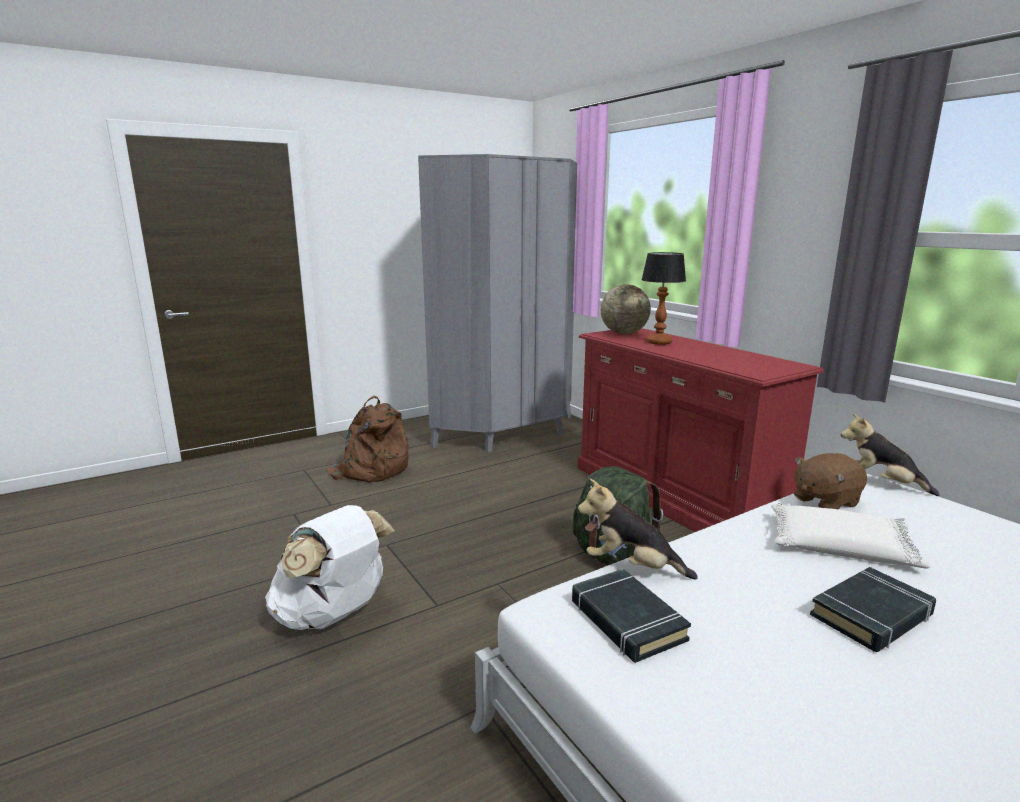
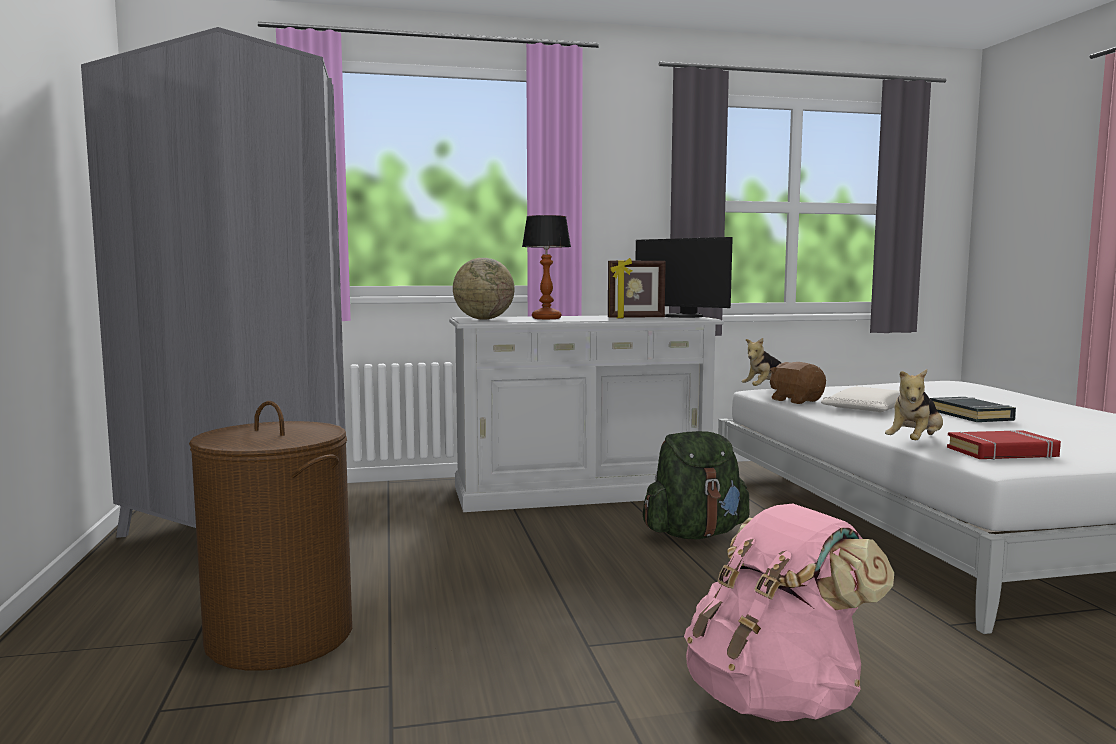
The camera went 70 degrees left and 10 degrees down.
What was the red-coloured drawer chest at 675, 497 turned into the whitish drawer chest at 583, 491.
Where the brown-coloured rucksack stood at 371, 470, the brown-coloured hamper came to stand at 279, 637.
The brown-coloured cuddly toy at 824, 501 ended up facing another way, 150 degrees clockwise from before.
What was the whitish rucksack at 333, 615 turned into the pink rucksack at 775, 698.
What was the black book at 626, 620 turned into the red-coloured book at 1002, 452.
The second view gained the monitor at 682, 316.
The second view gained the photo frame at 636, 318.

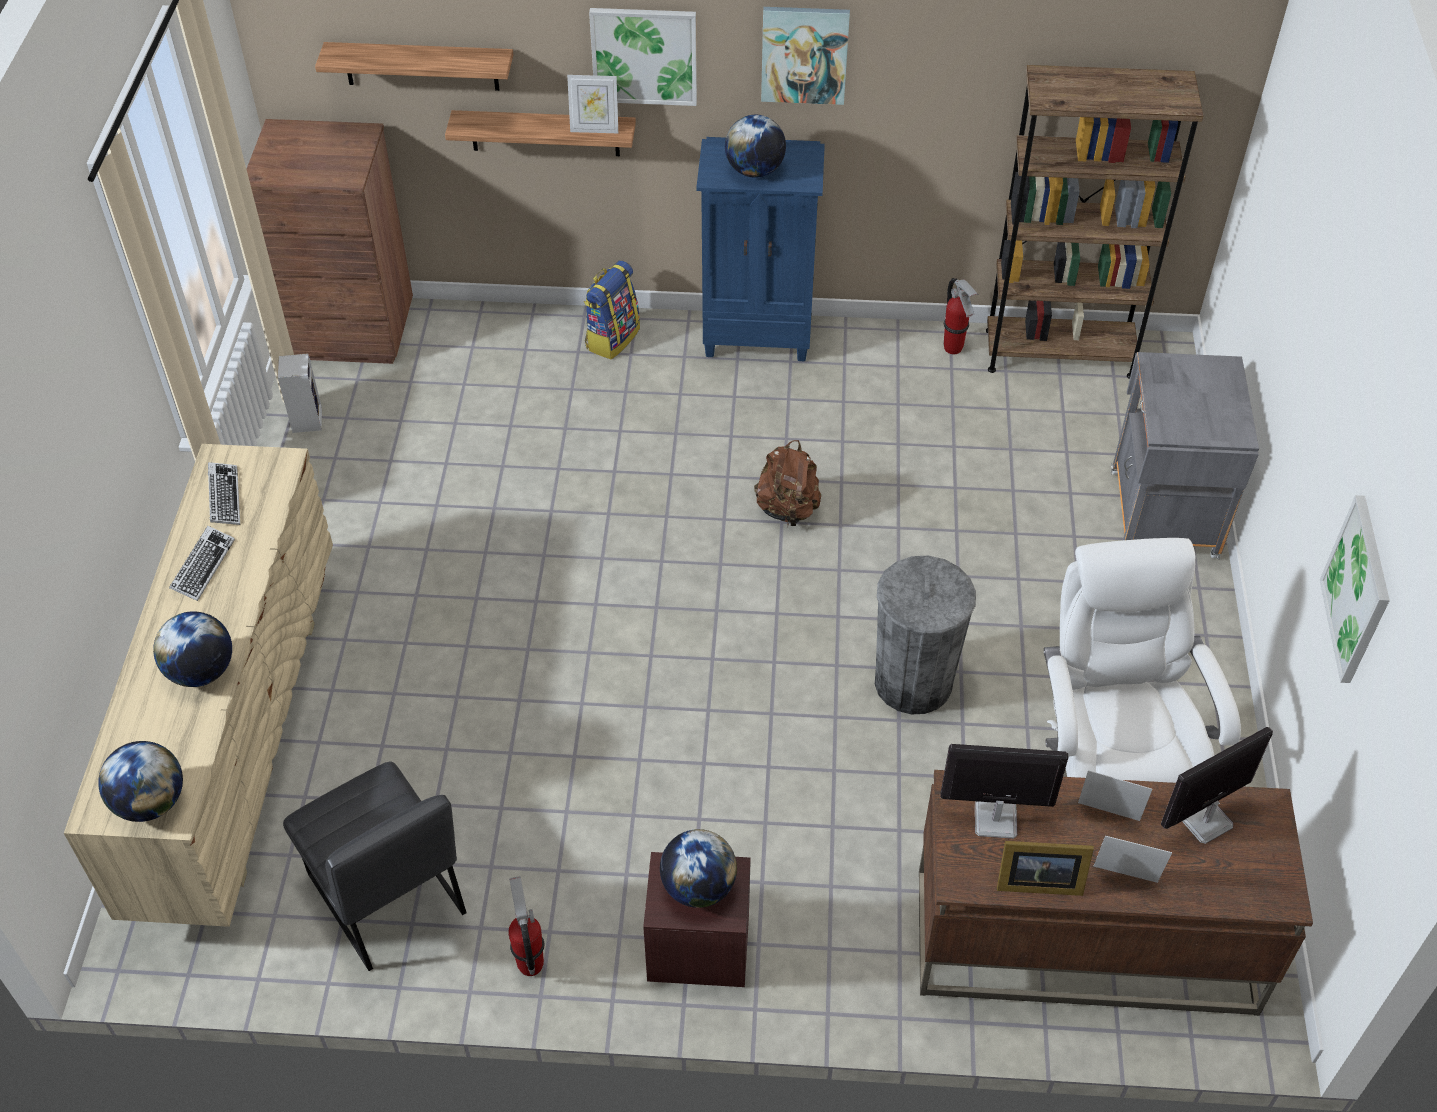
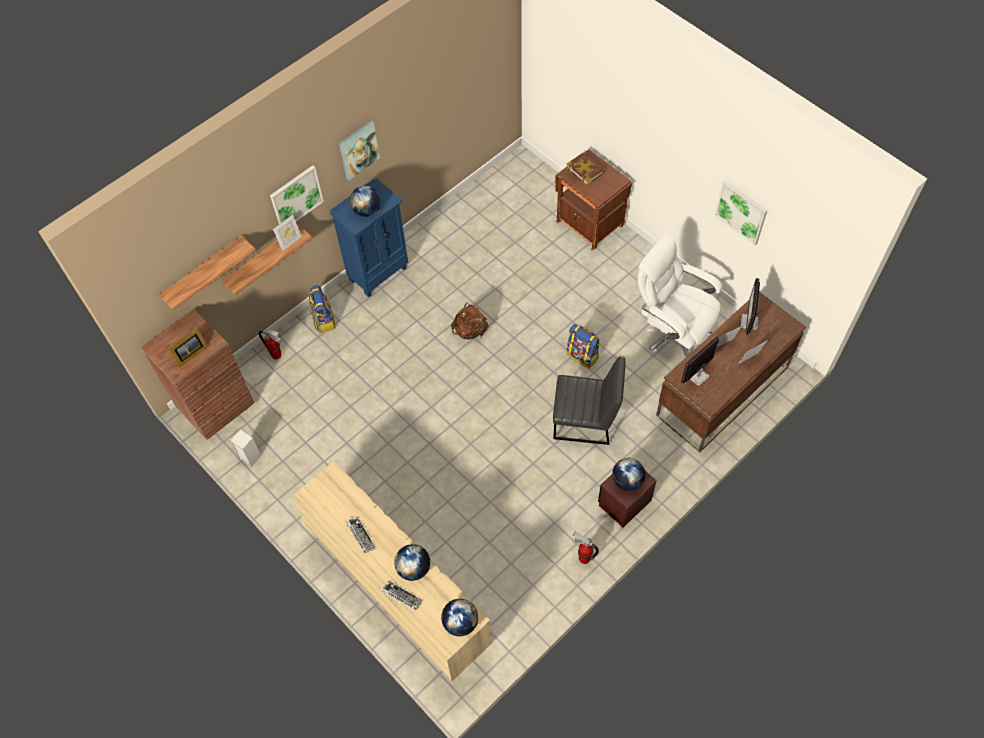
The camera went 45 degrees left and 10 degrees up.
The second view lost the brown-coloured bookshelf at 1059, 353.
The extinguisher ended up elsewhere, having gone from 953, 349 to 277, 355.
What was the gray wheeled cart at 1163, 517 turned into the brown-coloured wheeled cart at 590, 226.
The keyboard ended up elsewhere, having gone from 224, 497 to 401, 596.
Where the gray waste bin stood at 913, 682, the rucksack came to stand at 583, 355.
The gray upright chair ended up elsewhere, having gone from 388, 897 to 585, 422.
The photo frame ended up elsewhere, having gone from 1036, 881 to 190, 354.
The second view gained the book at 585, 170.

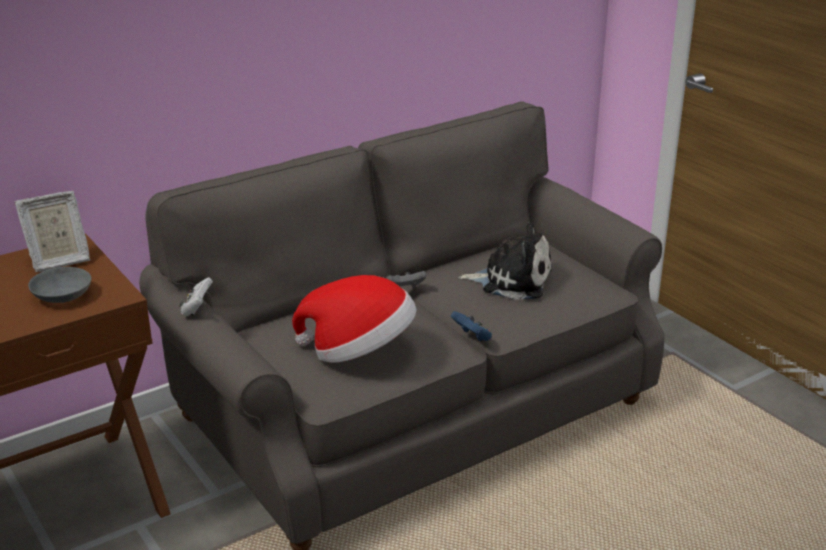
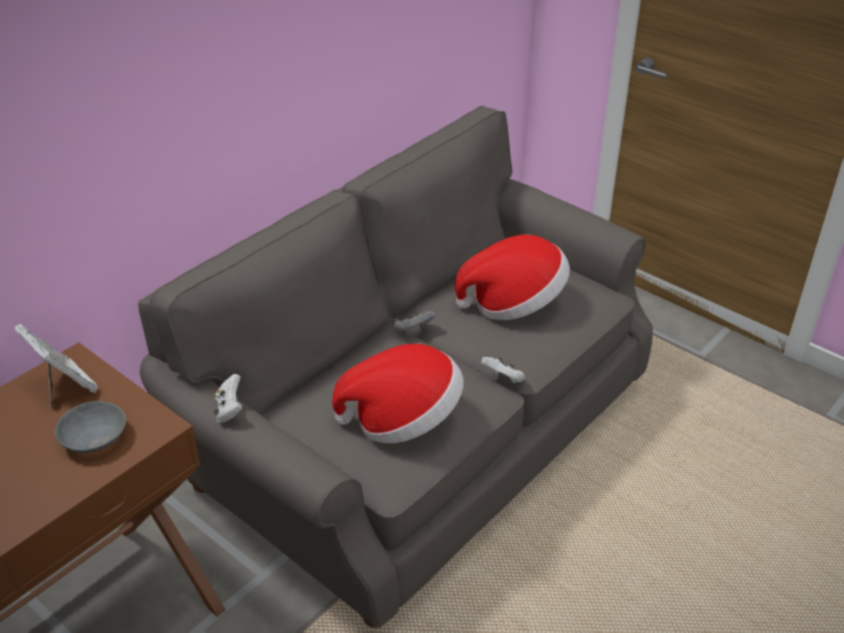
The camera went 15 degrees left and 10 degrees up.
The photo frame at 58, 261 ended up facing another way, 90 degrees counterclockwise from before.
Where the cuddly toy stood at 511, 280, the clothing hat came to stand at 514, 303.
What was the blue game controller at 472, 337 turned into the whitish game controller at 504, 379.

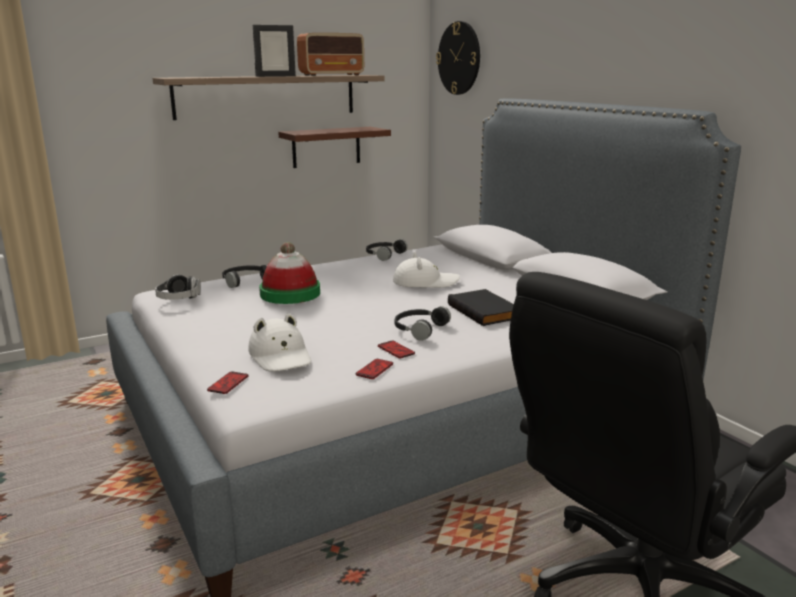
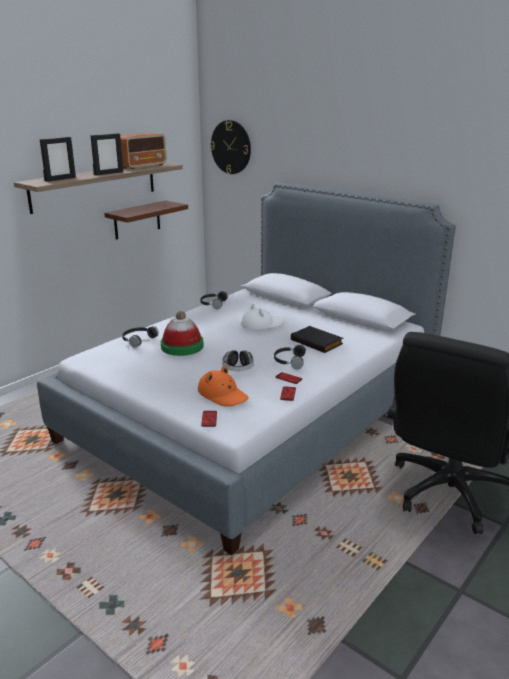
The camera went 20 degrees left and 5 degrees up.
The headset ended up elsewhere, having gone from 179, 299 to 238, 369.
What was the whitish clothing hat at 281, 356 turned into the orangey clothing hat at 223, 395.
The second view gained the photo frame at 60, 179.

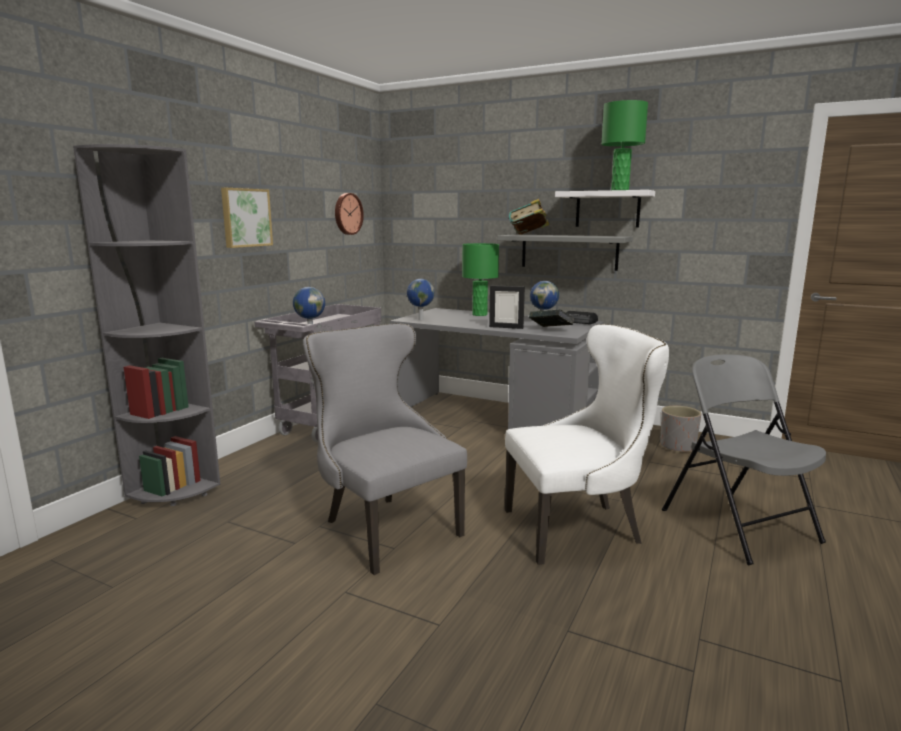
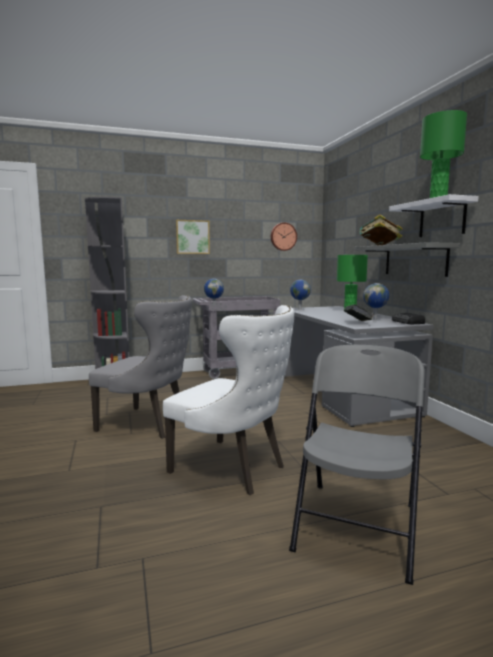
The camera went 45 degrees right and 5 degrees down.
The second view lost the photo frame at 506, 327.
The gray upright chair at 385, 528 ended up facing another way, 105 degrees clockwise from before.
The second view lost the gray flower pot at 678, 447.

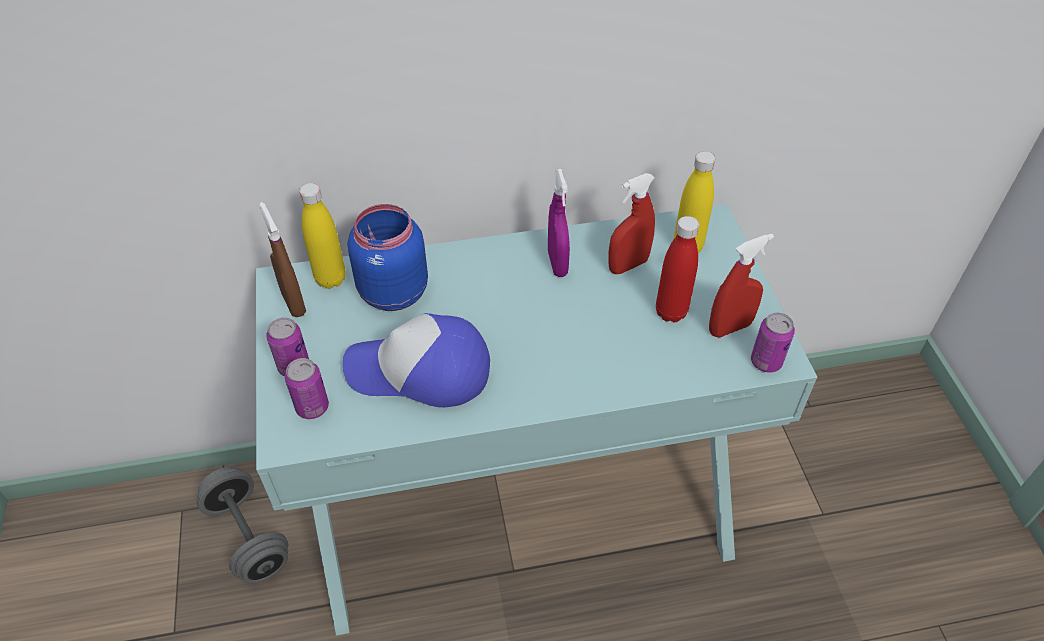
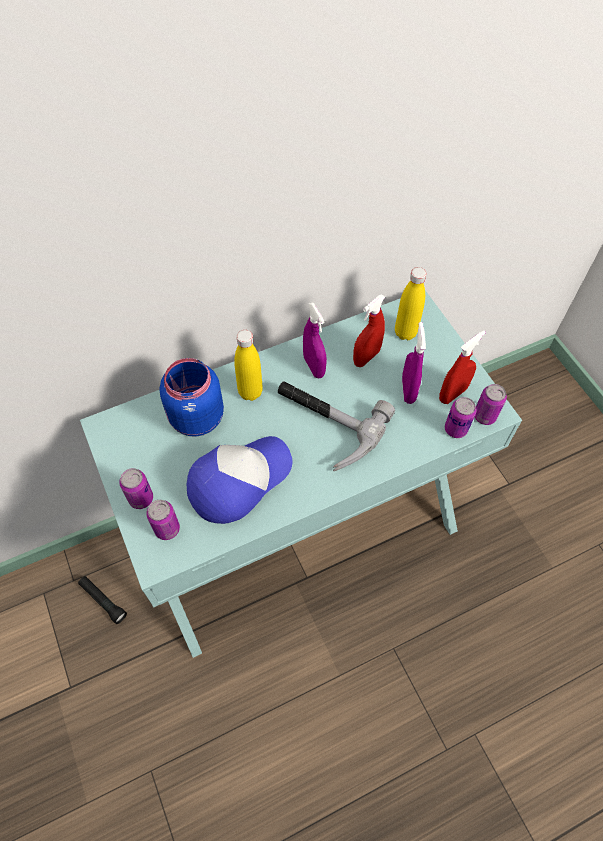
The camera went 15 degrees left and 10 degrees up.
The yellowish bottle ended up elsewhere, having gone from 330, 279 to 250, 392.
The second view lost the brown-coloured spray bottle at 293, 303.
Where the red-coloured bottle stood at 671, 312, the purple spray bottle came to stand at 408, 390.
The peaked cap at 420, 371 ended up facing another way, 150 degrees clockwise from before.
Where the gray hand weight stood at 248, 537, the black torch came to stand at 103, 601.
The second view gained the hammer at 324, 424.
The second view gained the sealed can at 455, 429.

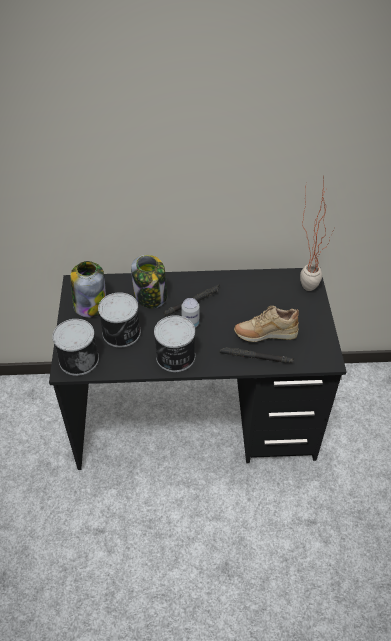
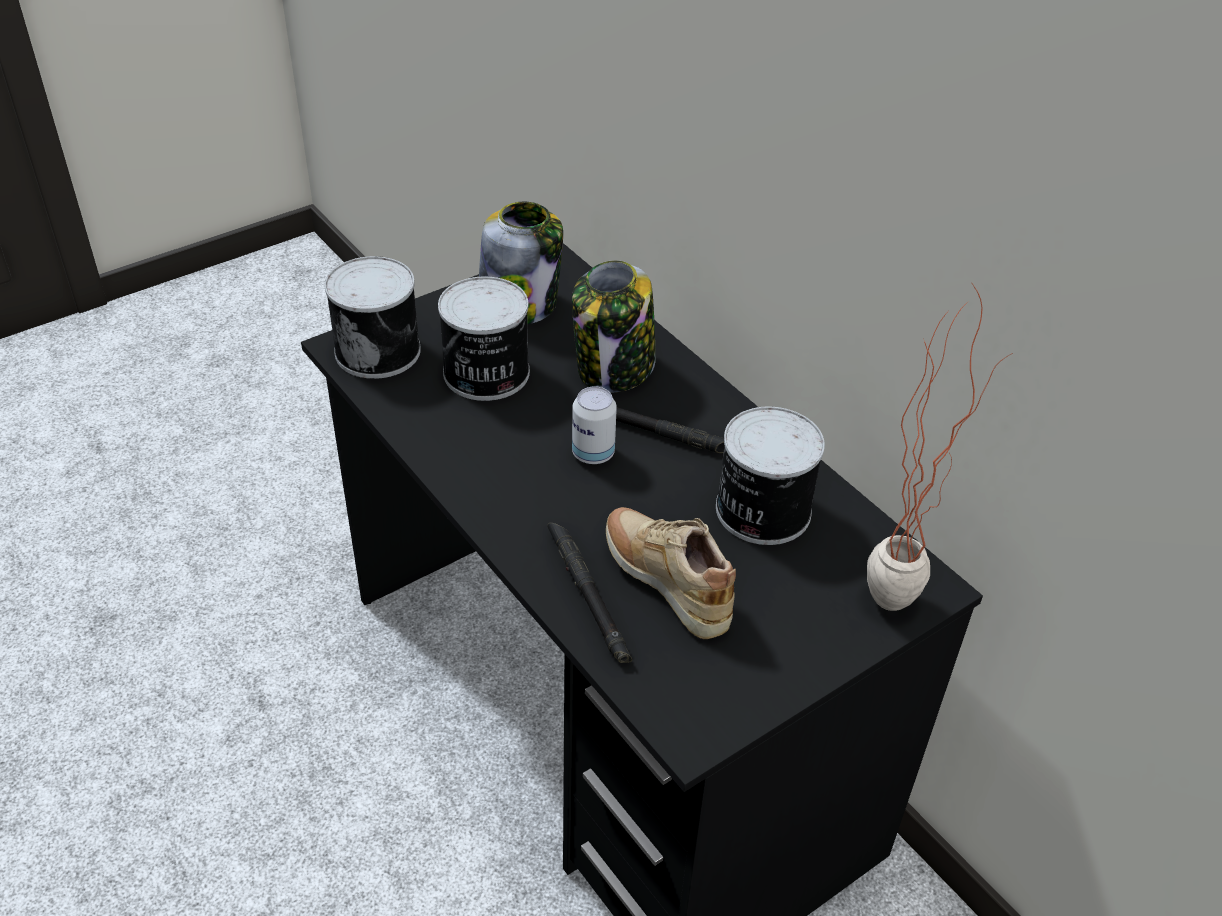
The camera went 55 degrees right and 5 degrees down.
The sealed can ended up elsewhere, having gone from 175, 357 to 760, 510.

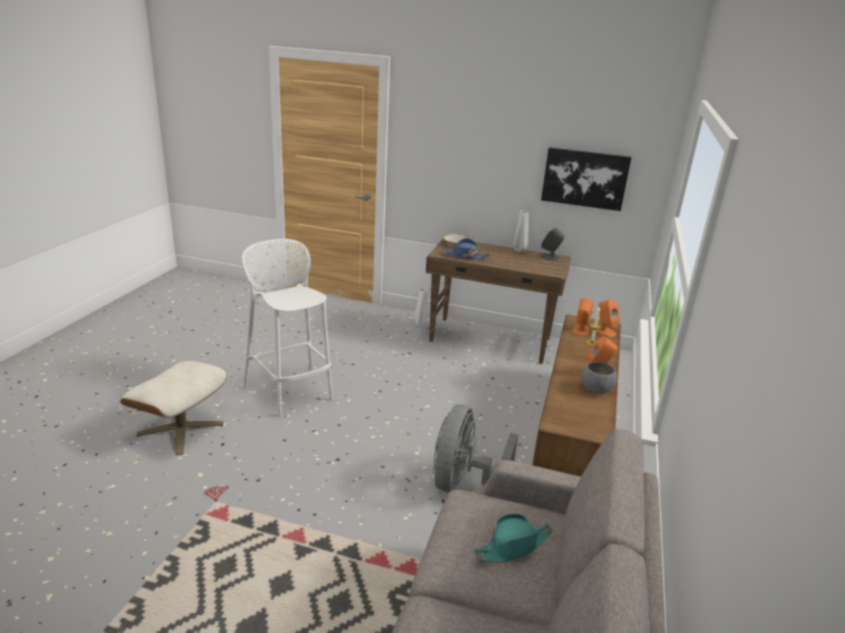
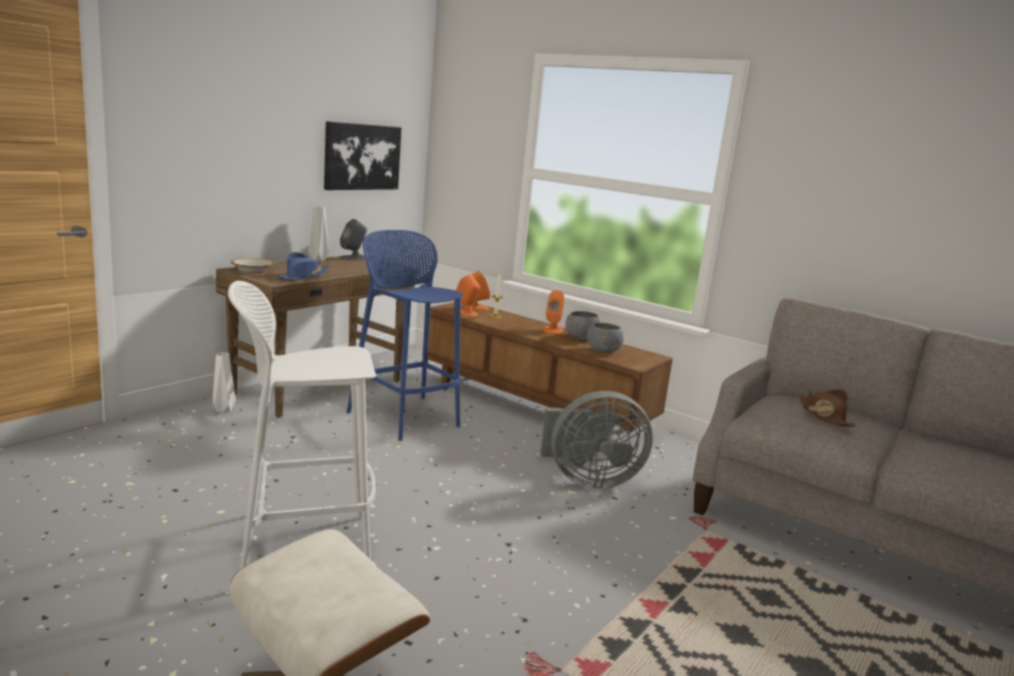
The camera went 70 degrees left and 10 degrees down.
The gray fan at 462, 482 ended up facing another way, 45 degrees counterclockwise from before.
What was the blue-green clothing hat at 513, 546 turned into the brown-coloured clothing hat at 823, 416.
The second view gained the blue stool at 406, 417.
The second view gained the gray deep dish at 603, 351.

